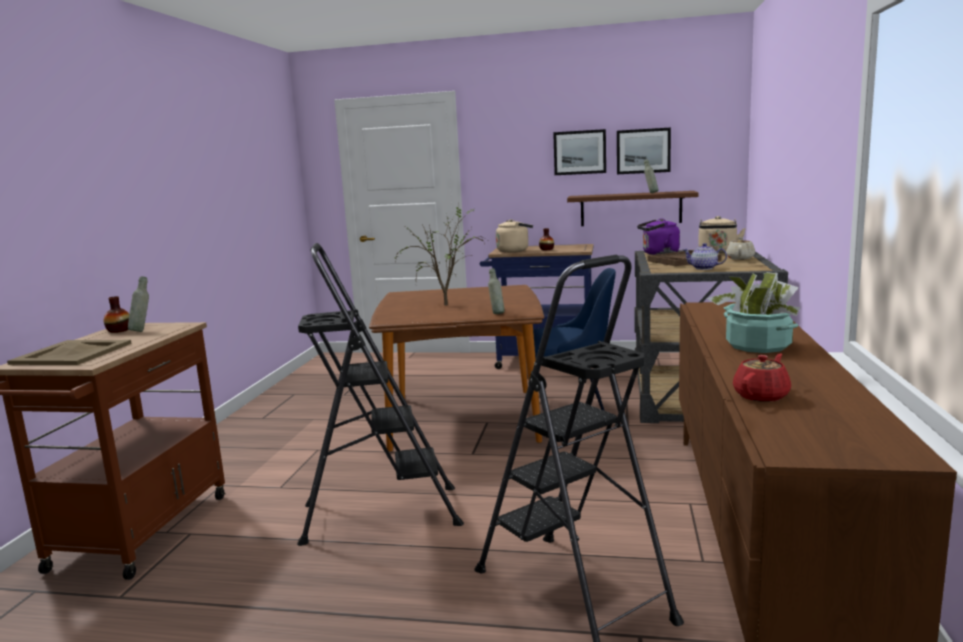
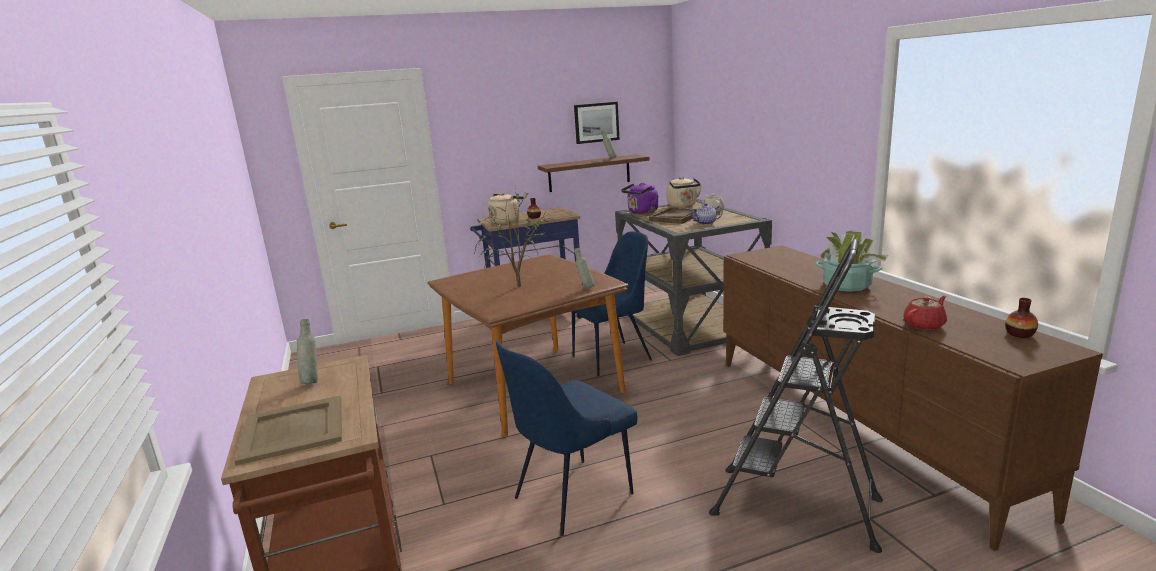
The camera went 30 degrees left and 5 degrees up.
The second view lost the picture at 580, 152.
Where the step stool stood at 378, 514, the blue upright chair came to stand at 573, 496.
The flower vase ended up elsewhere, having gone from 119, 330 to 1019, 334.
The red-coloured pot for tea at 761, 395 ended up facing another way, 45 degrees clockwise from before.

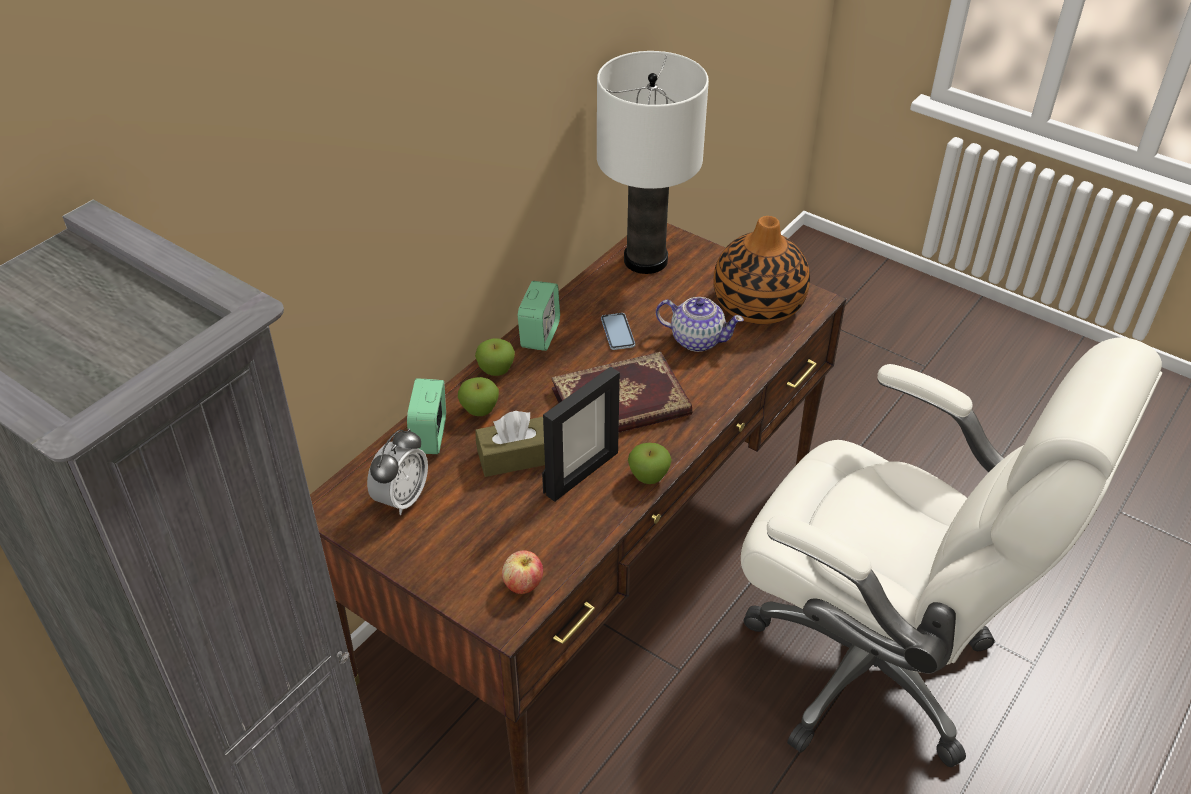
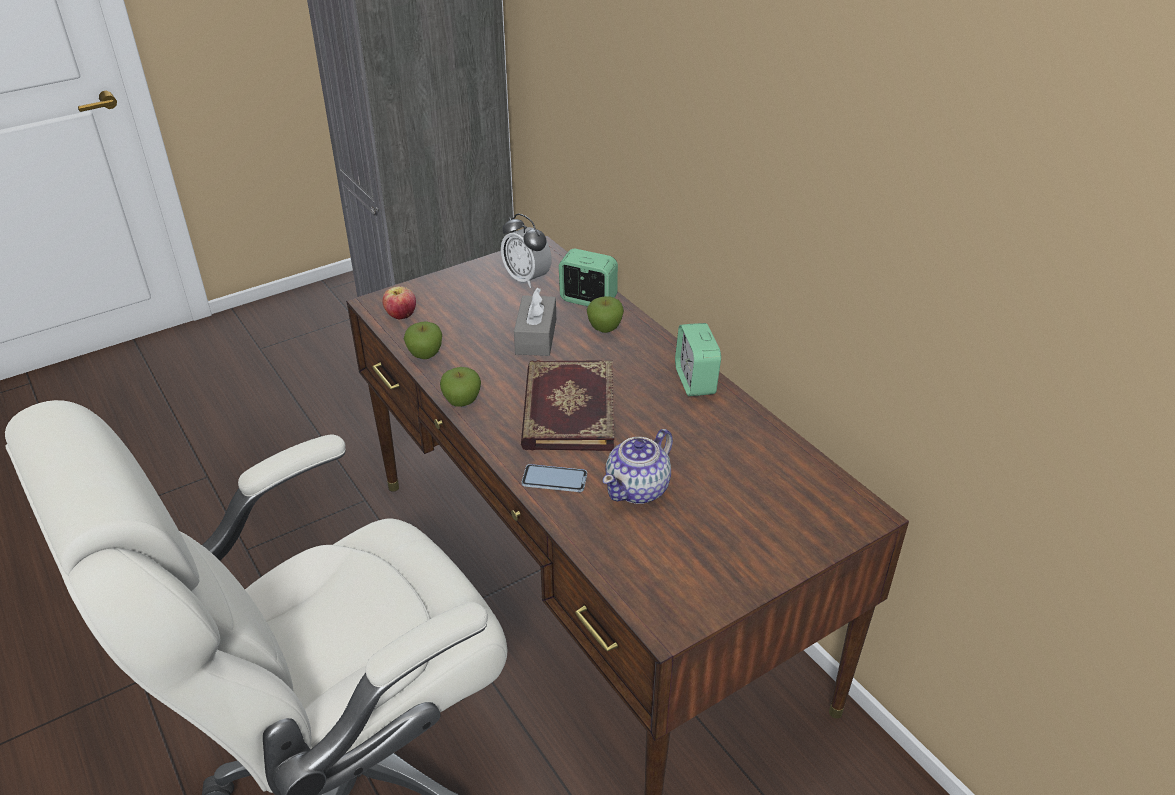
The camera went 110 degrees right and 5 degrees down.
The second view lost the whitish tabletop lamp at 646, 260.
The second view lost the flower vase at 758, 305.
The alarm clock at 540, 335 ended up facing another way, 45 degrees clockwise from before.
The phone ended up elsewhere, having gone from 617, 332 to 554, 479.
The apple ended up elsewhere, having gone from 496, 371 to 425, 355.
The second view lost the photo frame at 581, 472.
What was the brown-coloured tissue holder at 515, 457 turned into the gray tissue holder at 536, 336.

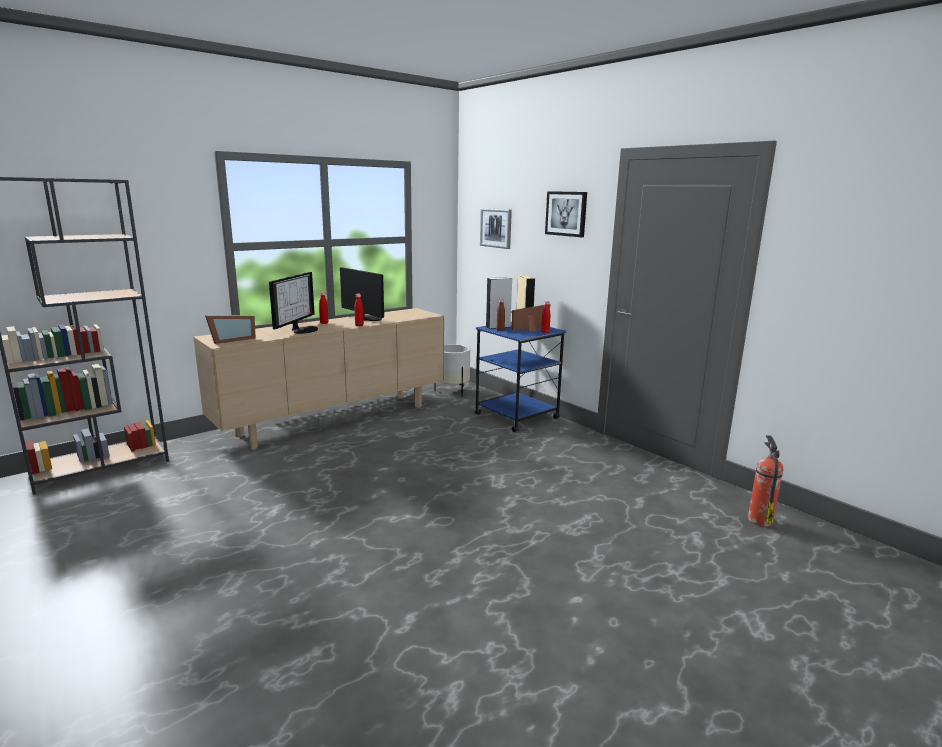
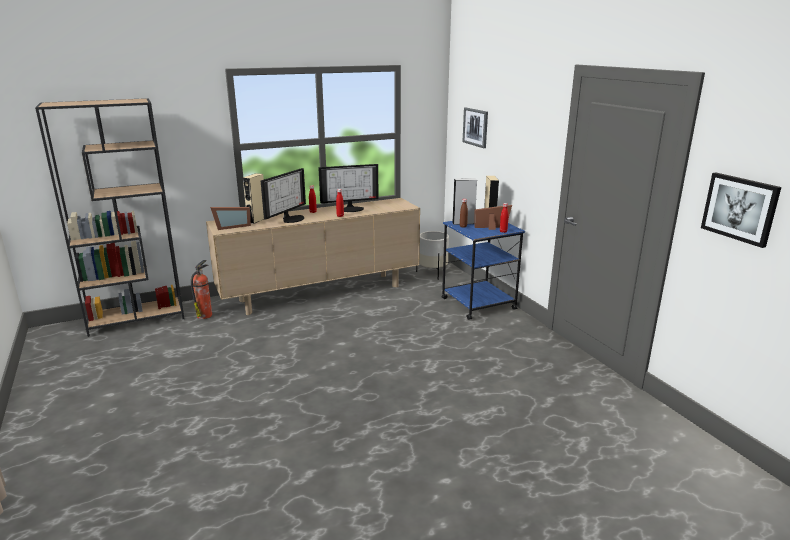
The camera went 15 degrees right and 5 degrees up.
The picture ended up elsewhere, having gone from 566, 213 to 740, 208.
The monitor at 367, 318 ended up facing another way, 105 degrees clockwise from before.
The extinguisher ended up elsewhere, having gone from 759, 519 to 205, 315.
The second view gained the beige speaker at 257, 220.

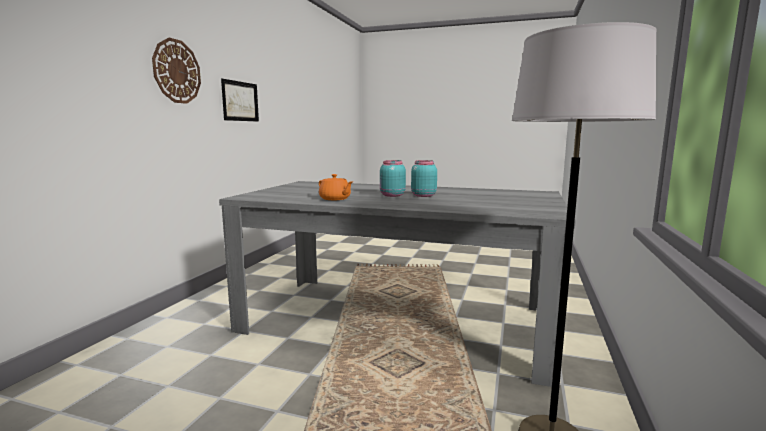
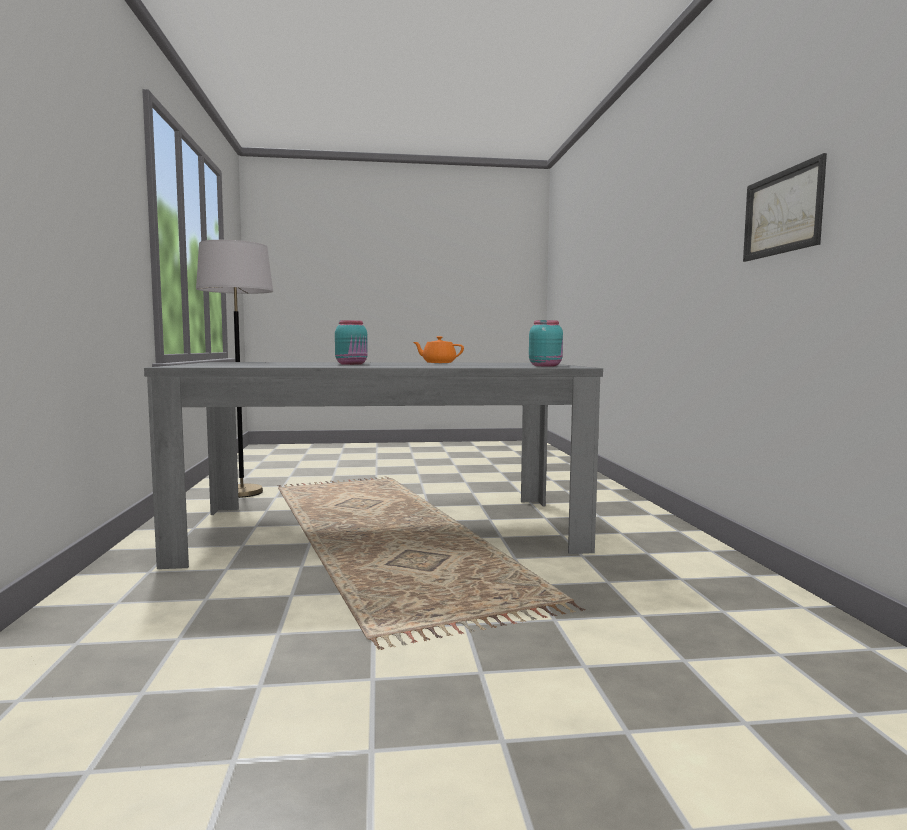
The camera went 155 degrees right and 5 degrees down.
The second view lost the wall clock at 177, 71.
The blue-green preserve jar ended up elsewhere, having gone from 391, 195 to 545, 366.

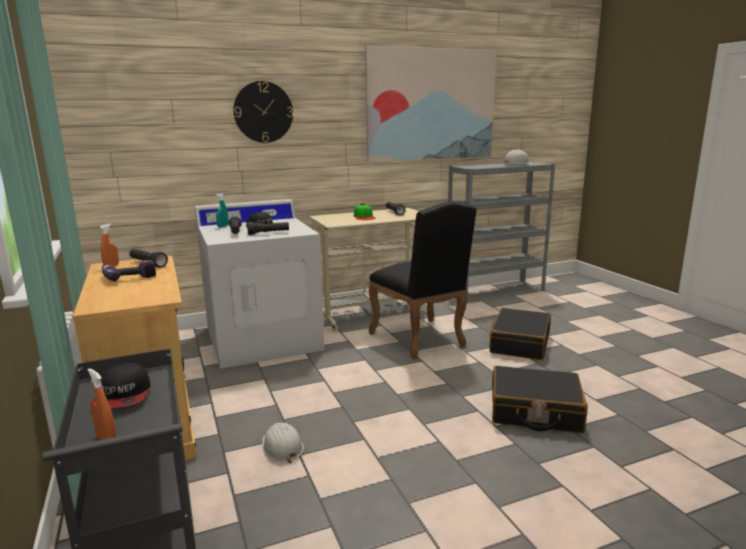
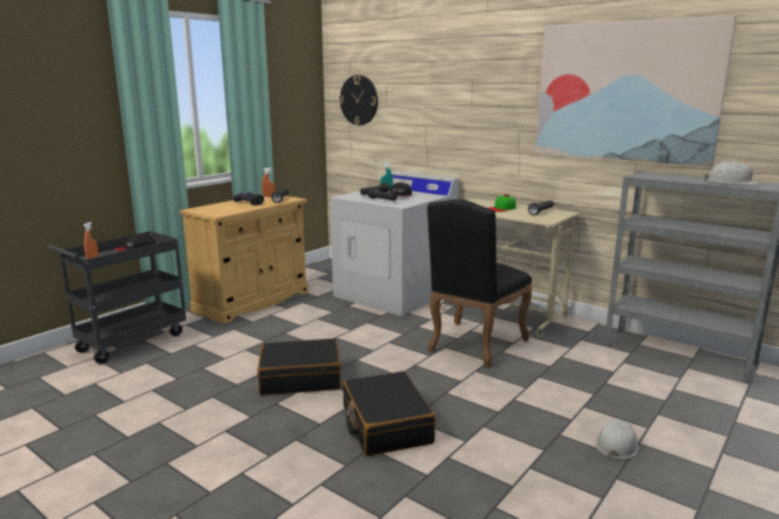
The camera went 60 degrees right and 0 degrees up.
The wall clock ended up elsewhere, having gone from 263, 112 to 359, 100.
The black suitcase ended up elsewhere, having gone from 519, 343 to 300, 378.
The whitish work helmet ended up elsewhere, having gone from 282, 447 to 617, 445.

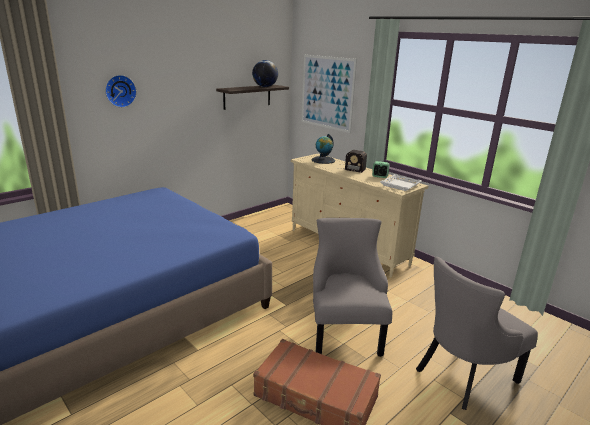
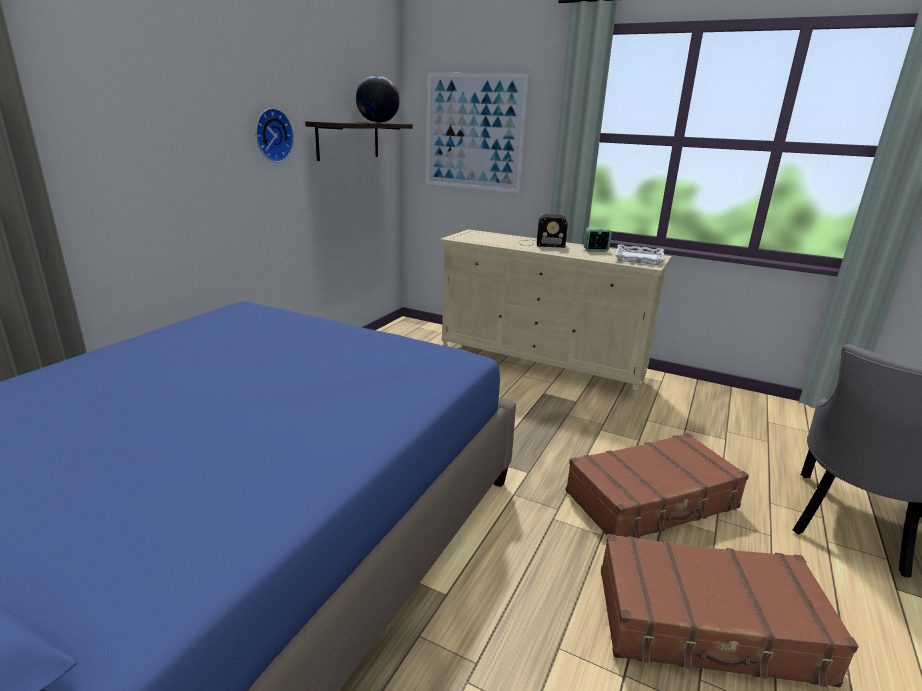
The camera went 20 degrees left and 0 degrees up.
The wall clock ended up elsewhere, having gone from 120, 91 to 272, 135.
The second view lost the world globe at 323, 160.
Where the gray upright chair stood at 345, 334, the brown-coloured suitcase came to stand at 652, 501.

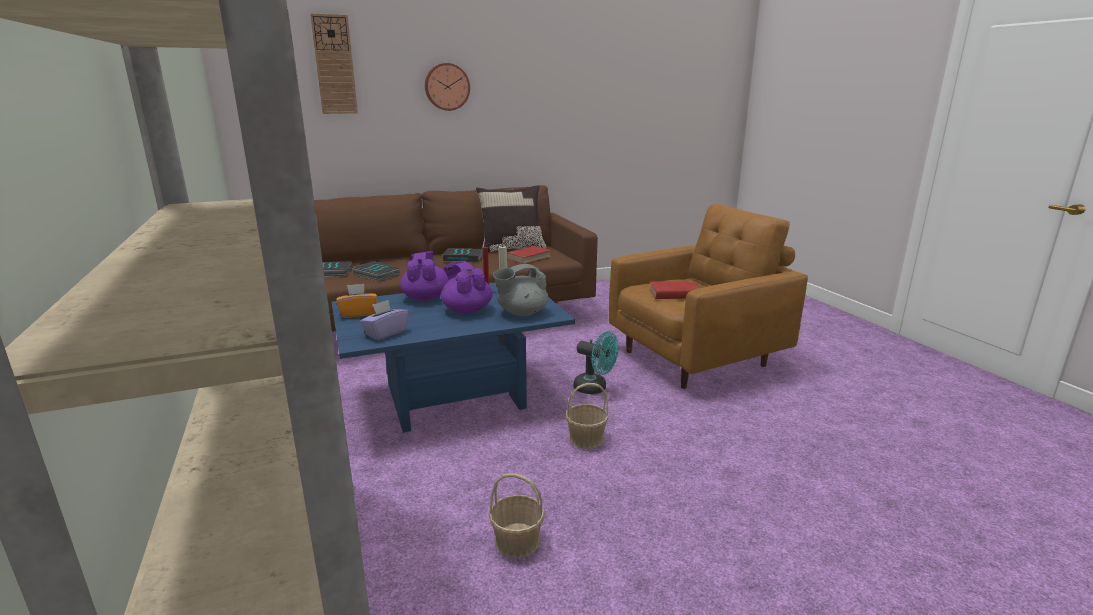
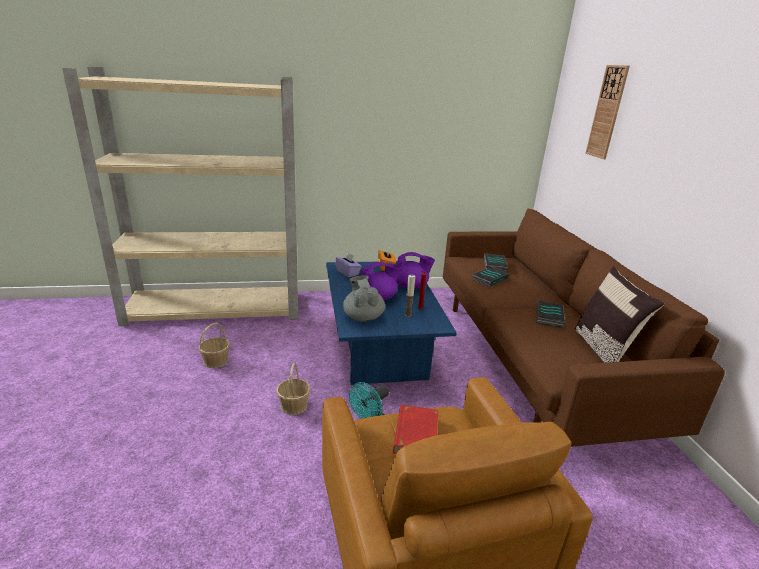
The camera went 100 degrees right and 5 degrees up.
The second view lost the wall clock at 447, 87.
The second view lost the red-coloured book at 528, 258.

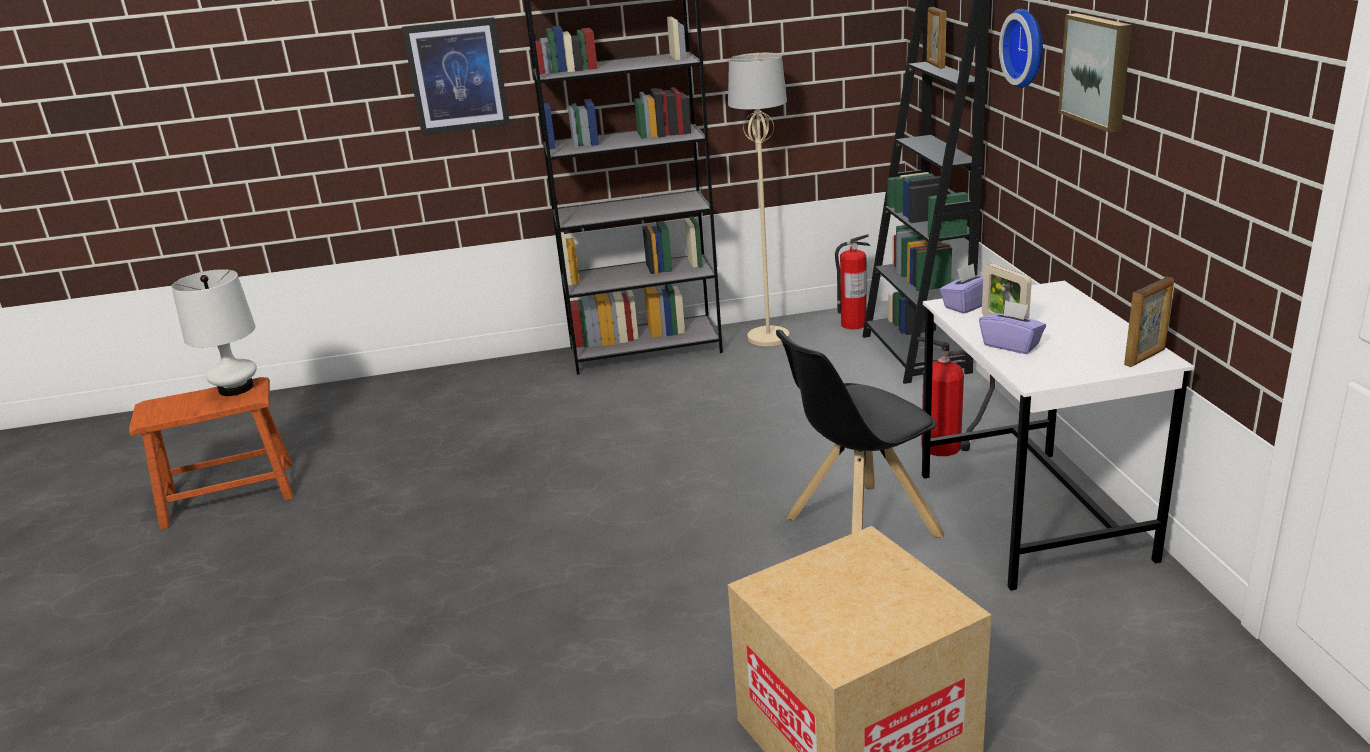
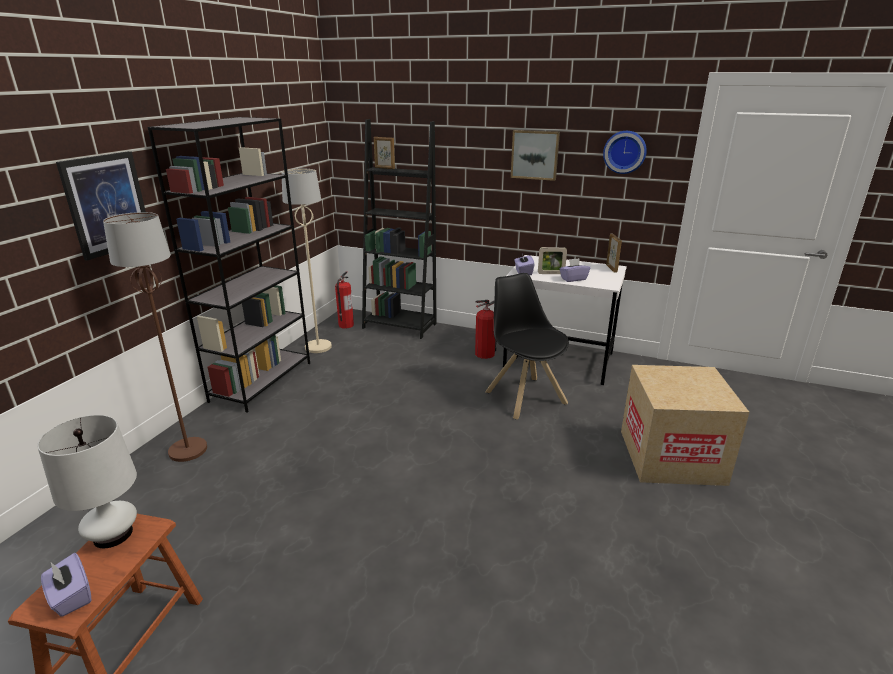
The camera went 60 degrees left and 0 degrees up.
The wall clock ended up elsewhere, having gone from 1027, 47 to 624, 152.
The black upright chair at 858, 527 ended up facing another way, 150 degrees clockwise from before.
The second view gained the brown-coloured standard lamp at 188, 450.
The second view gained the purple tissue holder at 71, 597.

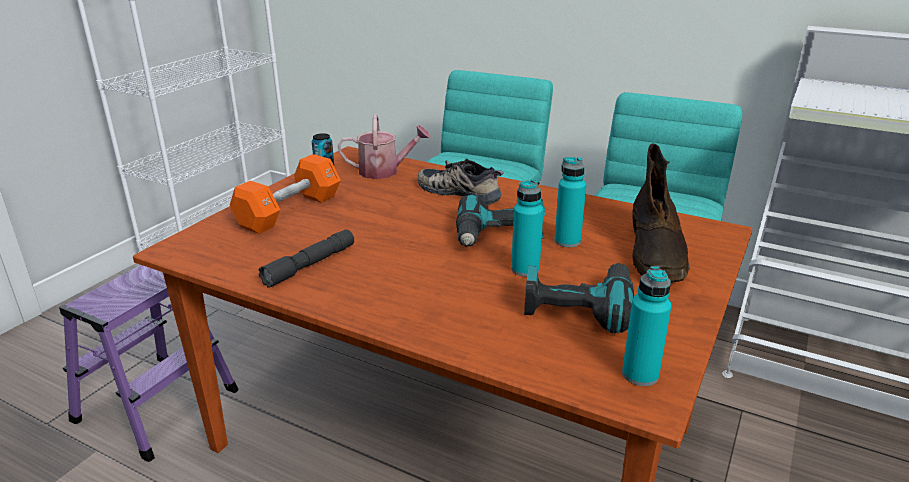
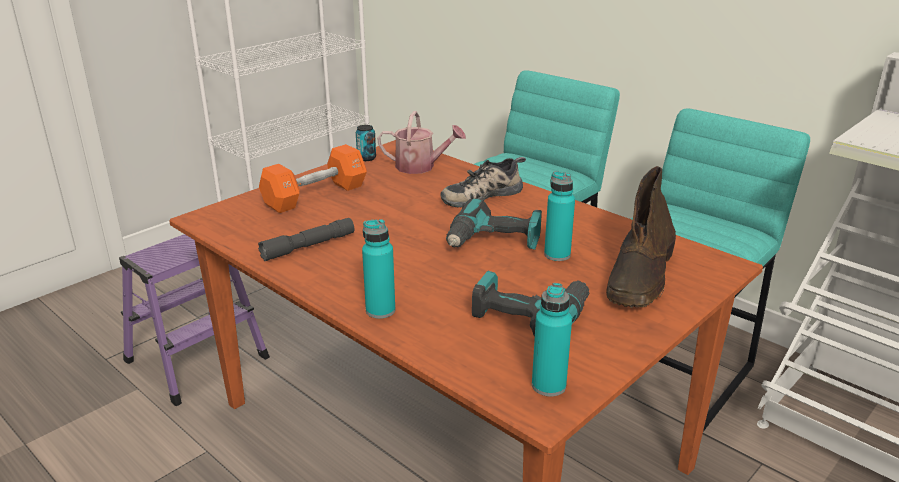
The camera went 15 degrees right and 0 degrees up.
The item of footwear at 461, 192 ended up facing another way, 75 degrees counterclockwise from before.
The blue-green bottle ended up elsewhere, having gone from 525, 269 to 380, 310.

